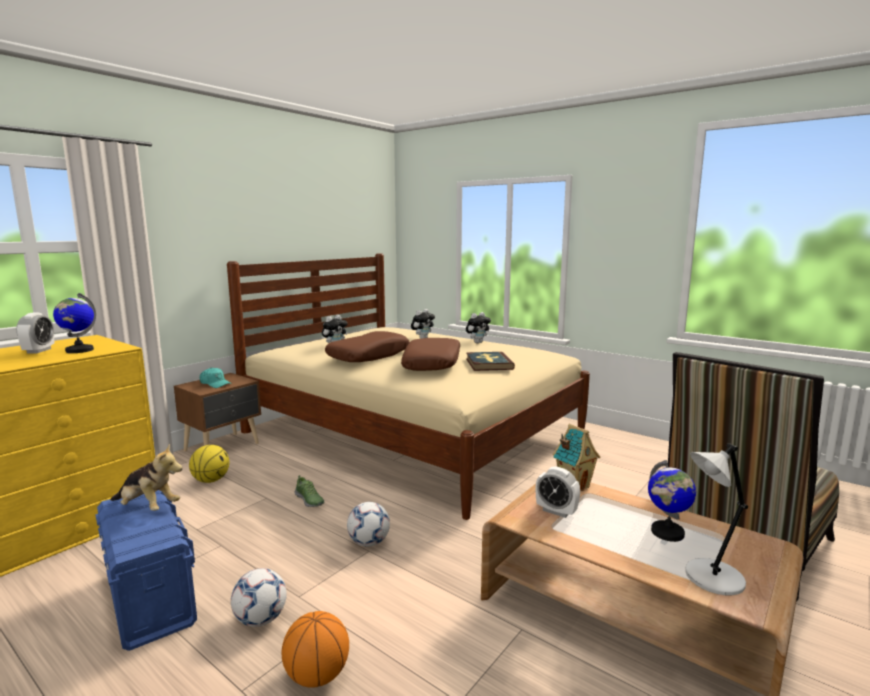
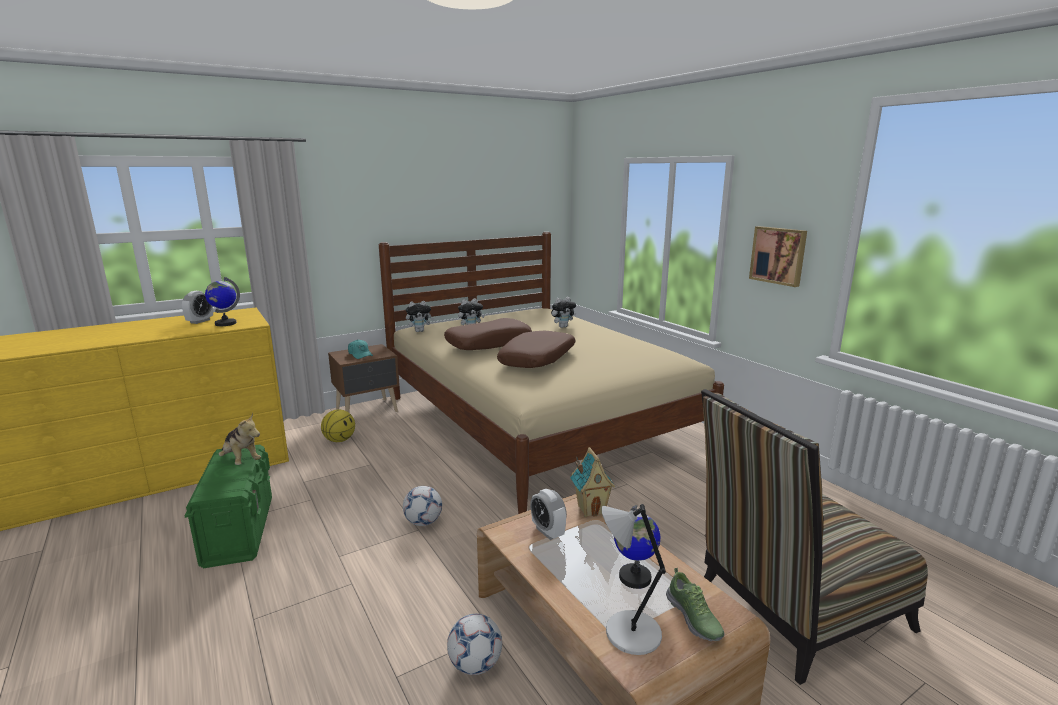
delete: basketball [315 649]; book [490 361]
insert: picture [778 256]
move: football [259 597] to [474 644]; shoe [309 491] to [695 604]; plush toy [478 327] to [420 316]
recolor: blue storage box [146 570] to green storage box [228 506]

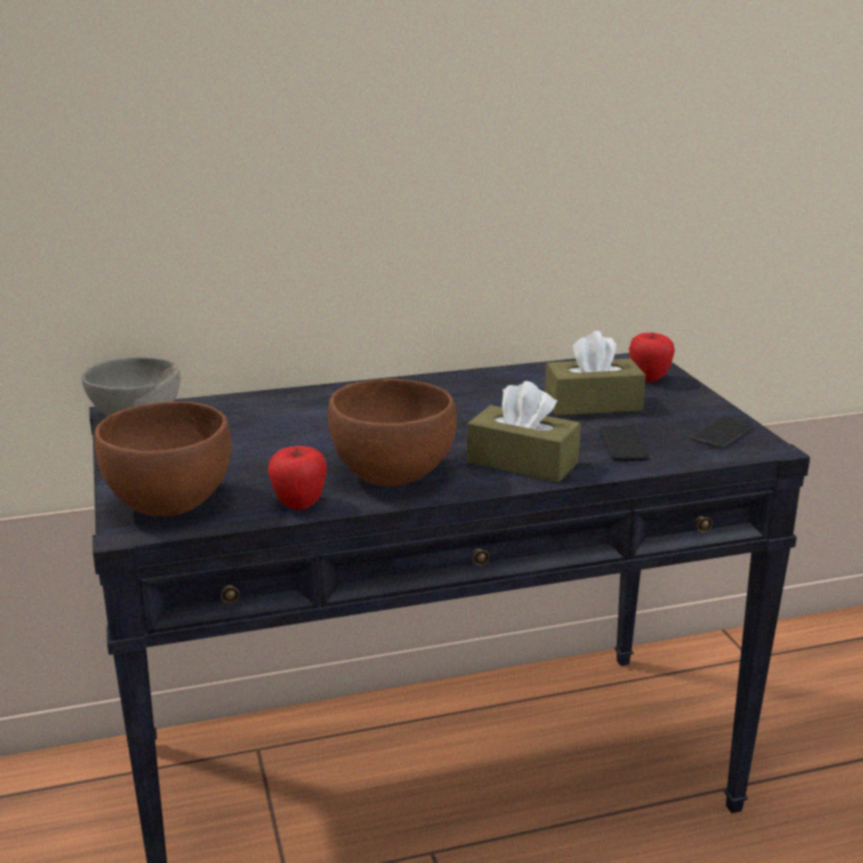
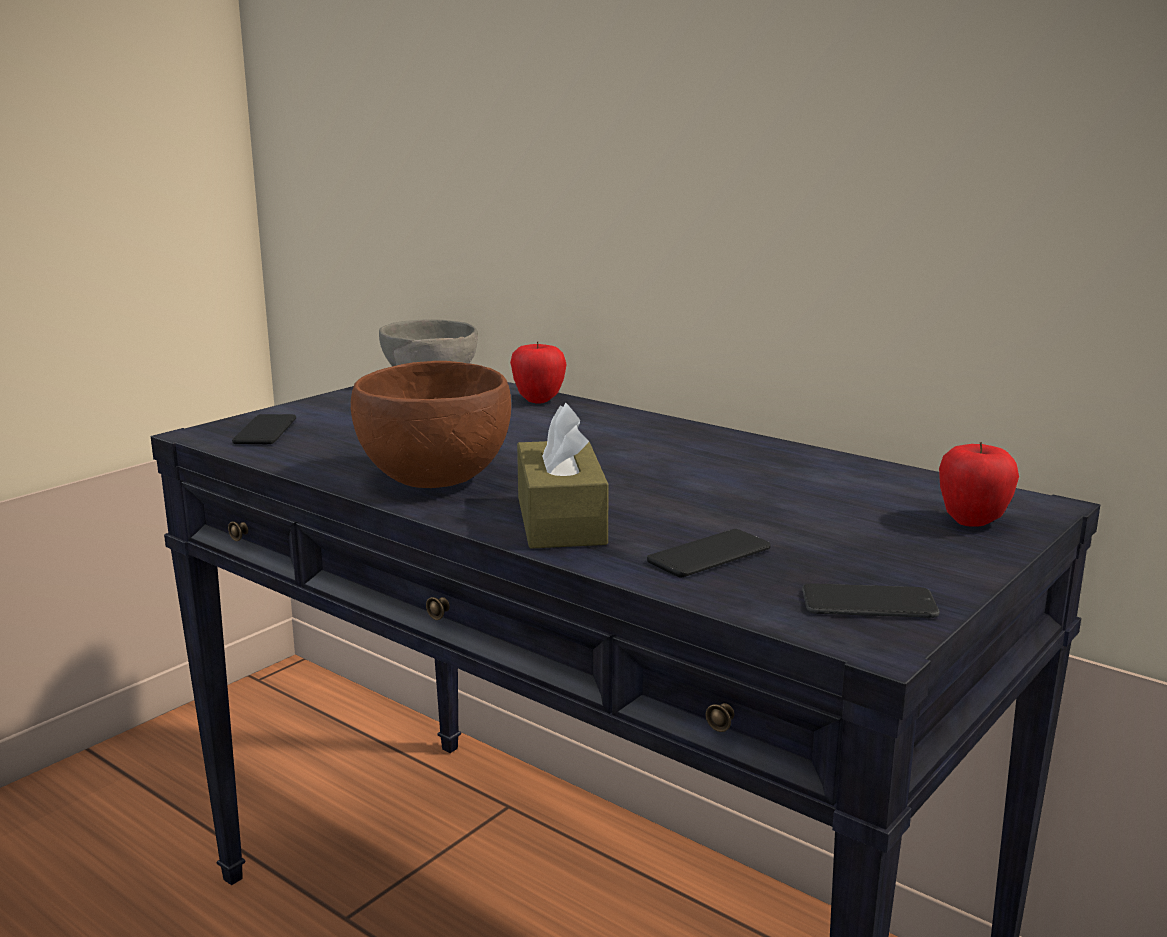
delete: brown tissue box [595 373]
move: apple [297 478] to [538 372]
replace: brown bowl [162 459] to phone [264 429]

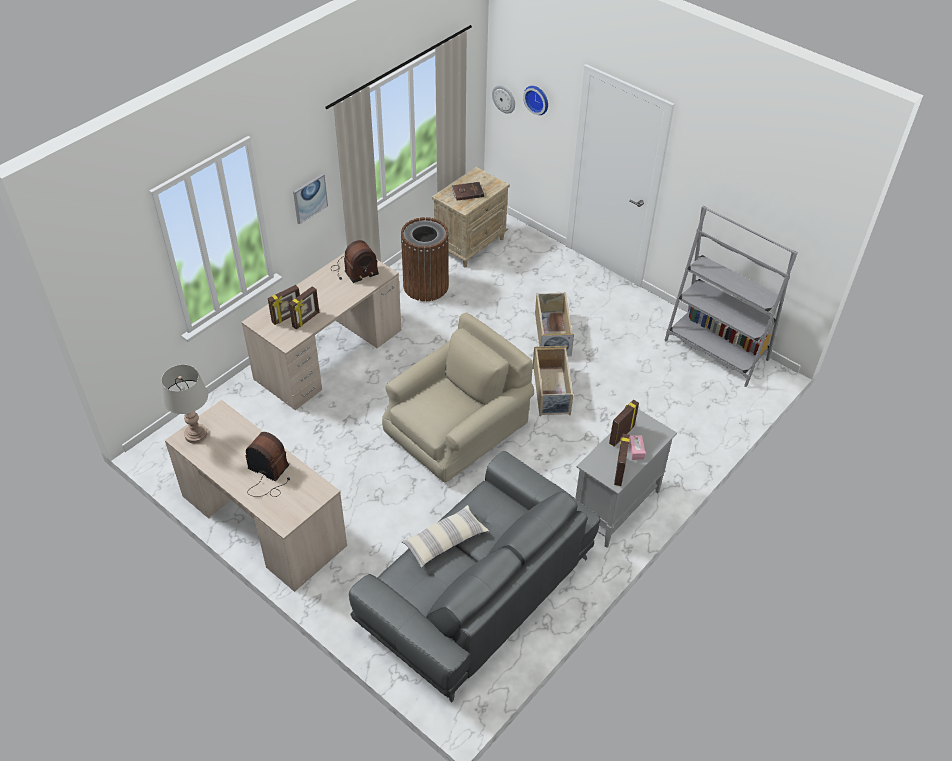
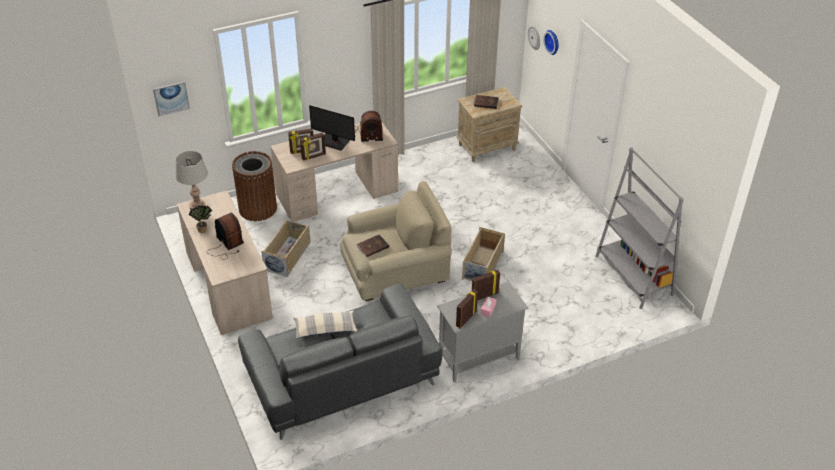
insert: potted plant [200 219]; monitor [332 128]; brown book [372 246]
move: picture [310 199] to [171 98]; brown trash can [425 259] to [254 186]; beige storage box [554 324] to [286 248]

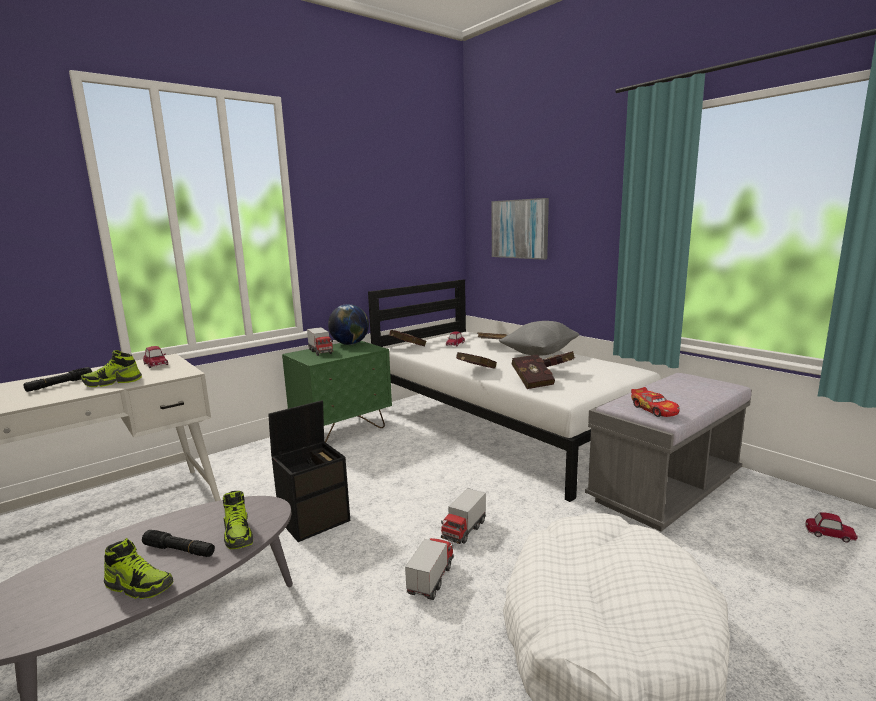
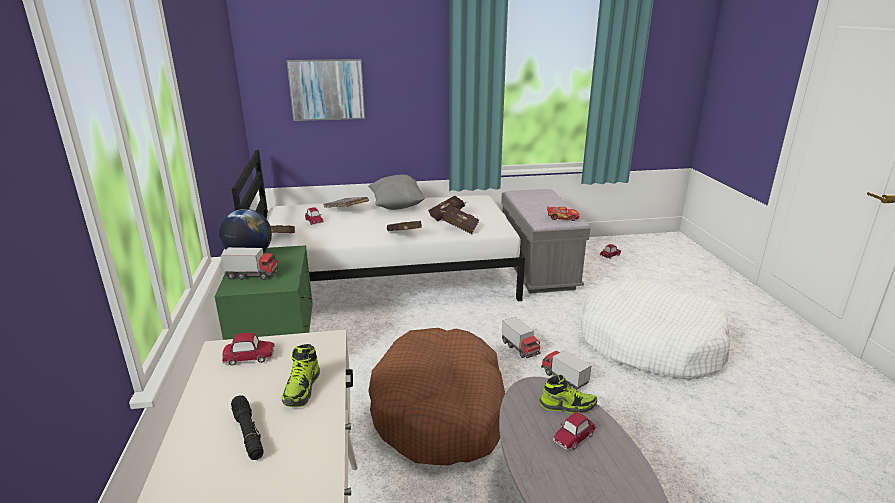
delete: shoe [138 568]
replace: black flashlight [178 543] to toy car [574 431]; black storage box [309 471] to brown dog bed [436 397]

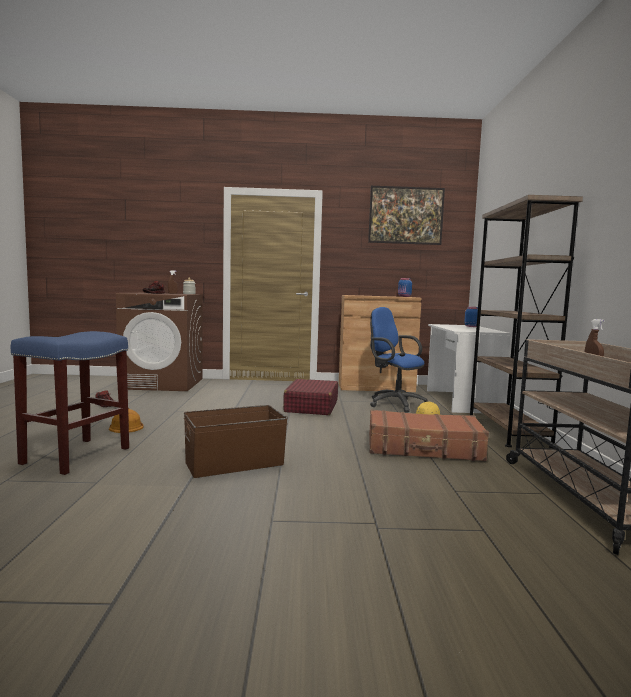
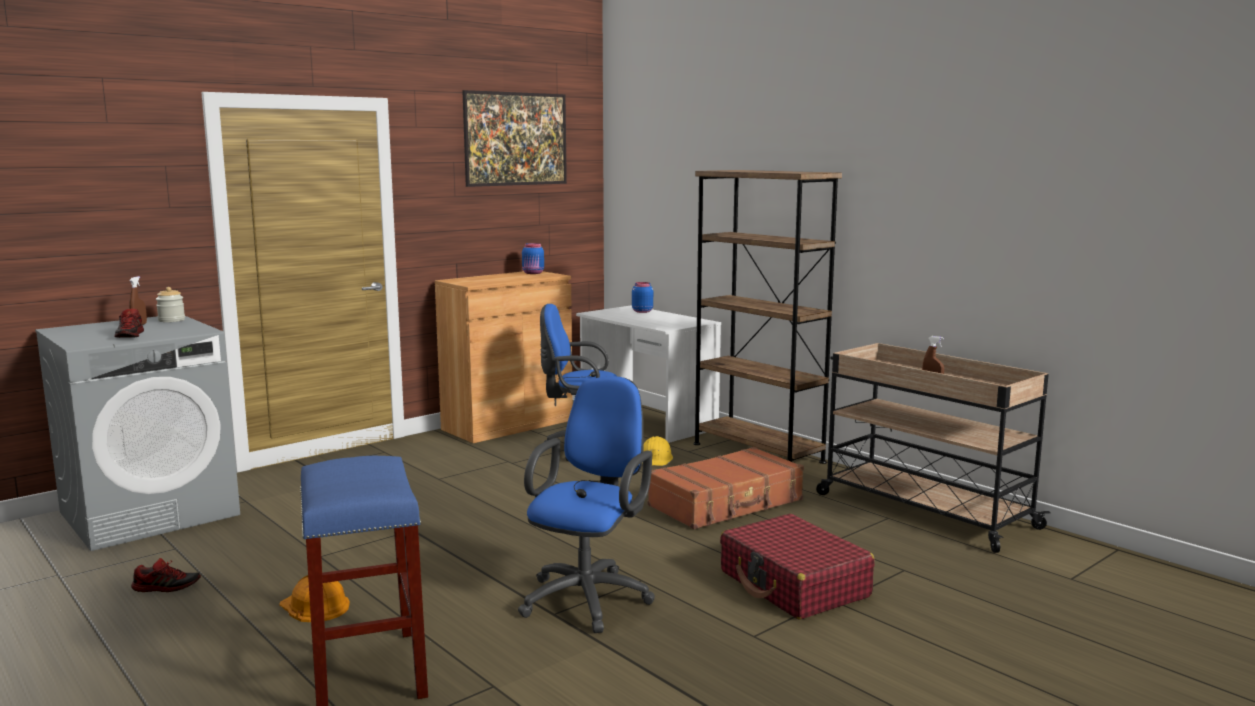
move: red suitcase [310 397] to [797 567]
replace: brown storage box [236 441] to blue office chair [586 504]
recolor: brown washing machine [159 342] to grey washing machine [137 433]

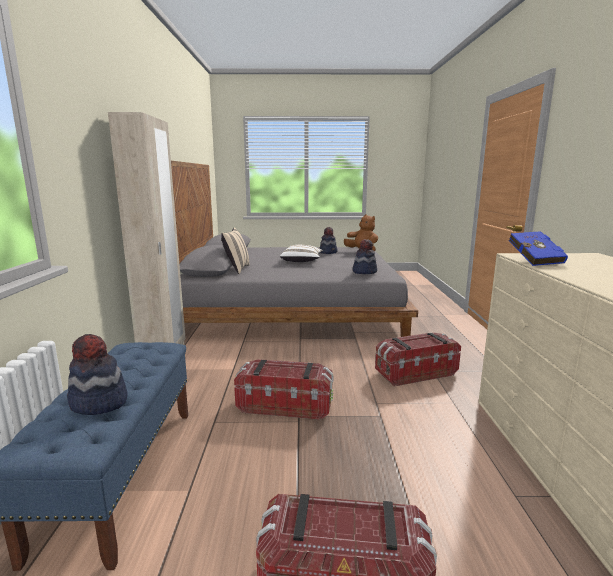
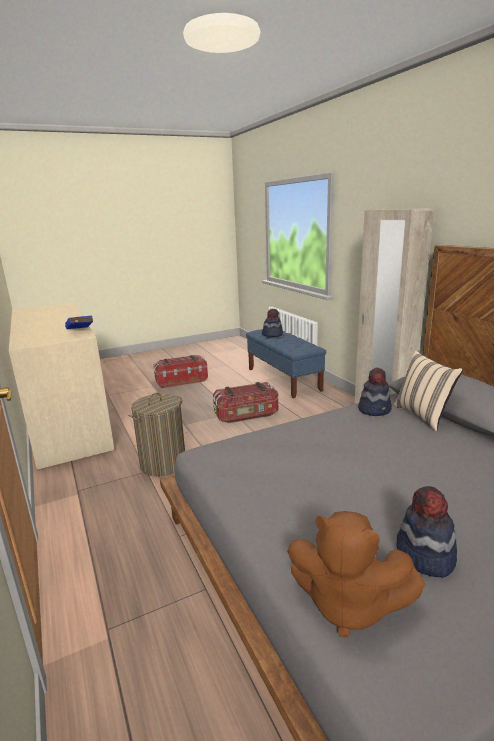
delete: white pillow [301 253]
move: hat [365 256] to [375 391]
replace: storage box [418 360] to laundry basket [157 435]

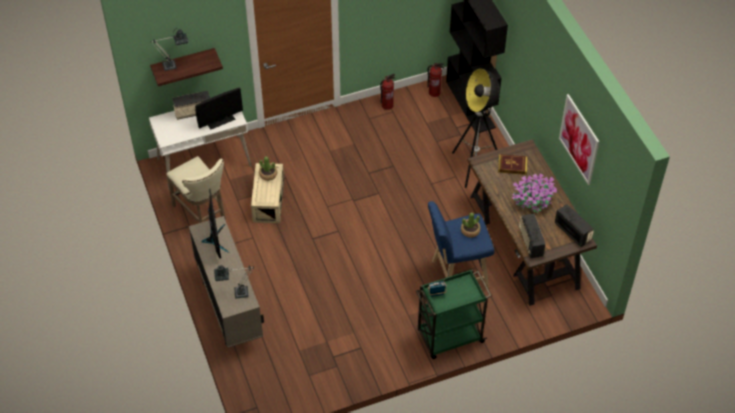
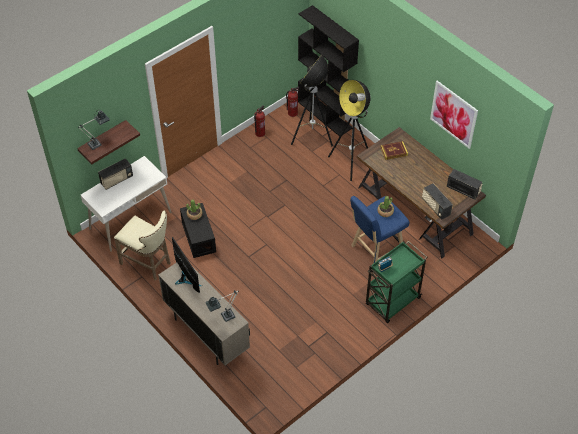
delete: monitor [219 108]; potted plant [534 193]
insert: floor lamp [312 100]
recolor: beige storage box [267 193] to black storage box [198 230]

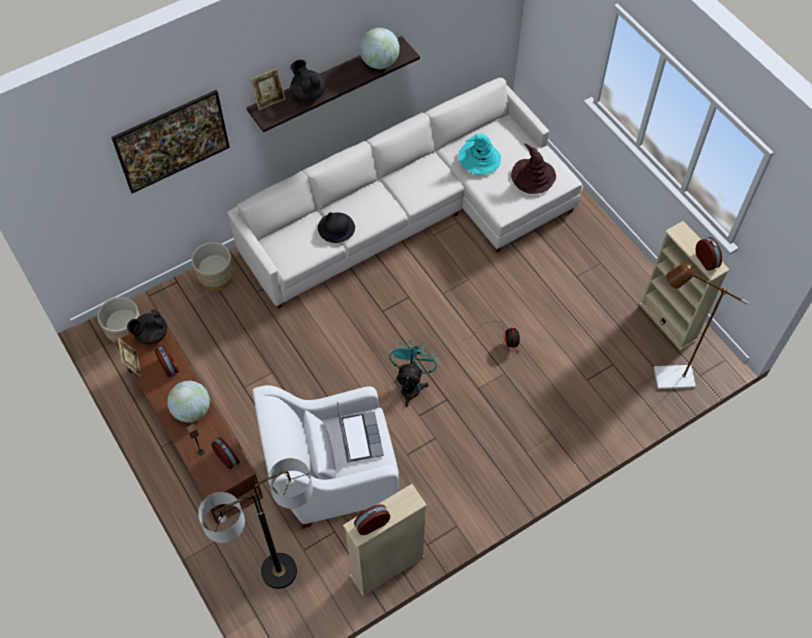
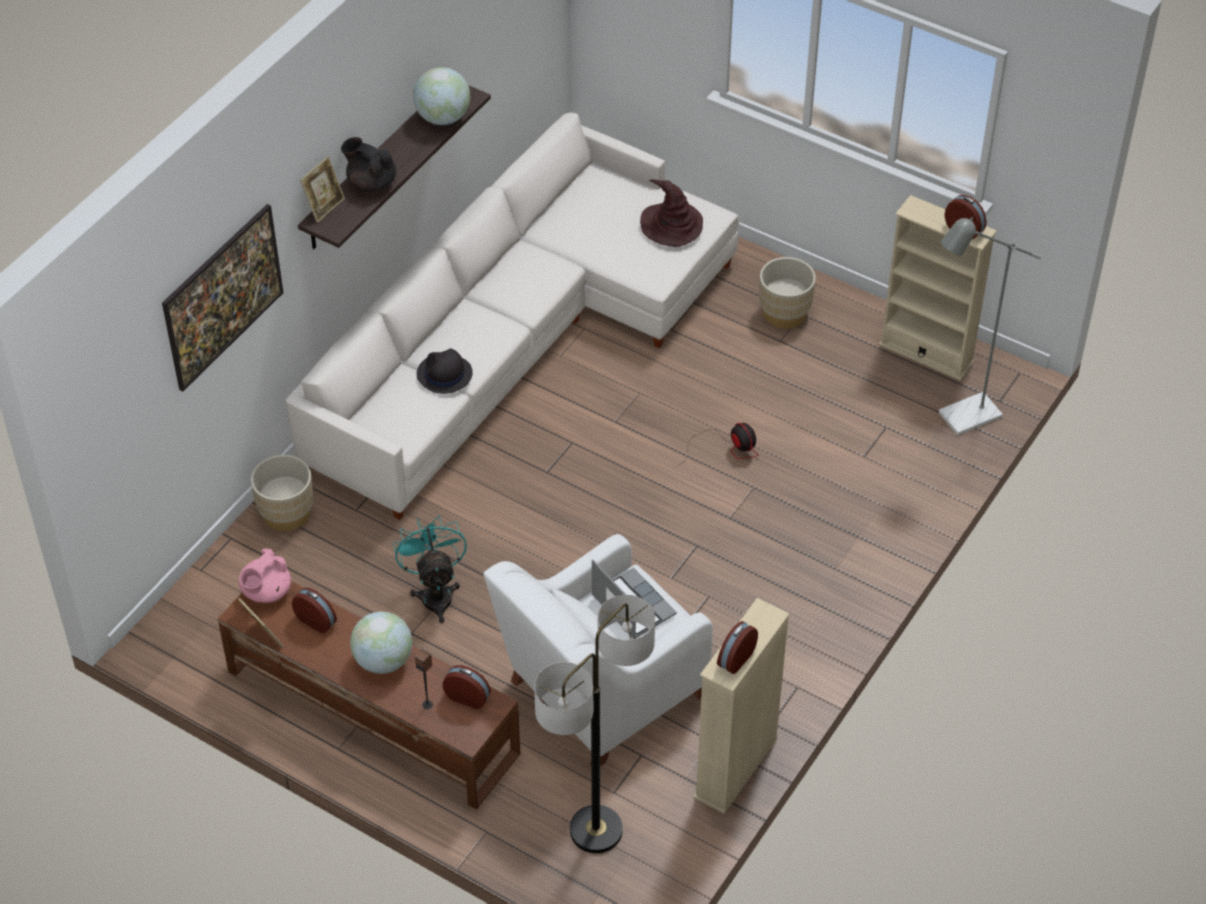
delete: turquoise hat [480 154]
move: beige planter [119 320] to [787 293]; turquoise fan [413 373] to [430 569]
recolor: black teapot [147 327] to pink teapot [265 575]; brown floor lamp [701 326] to grey floor lamp [990 326]

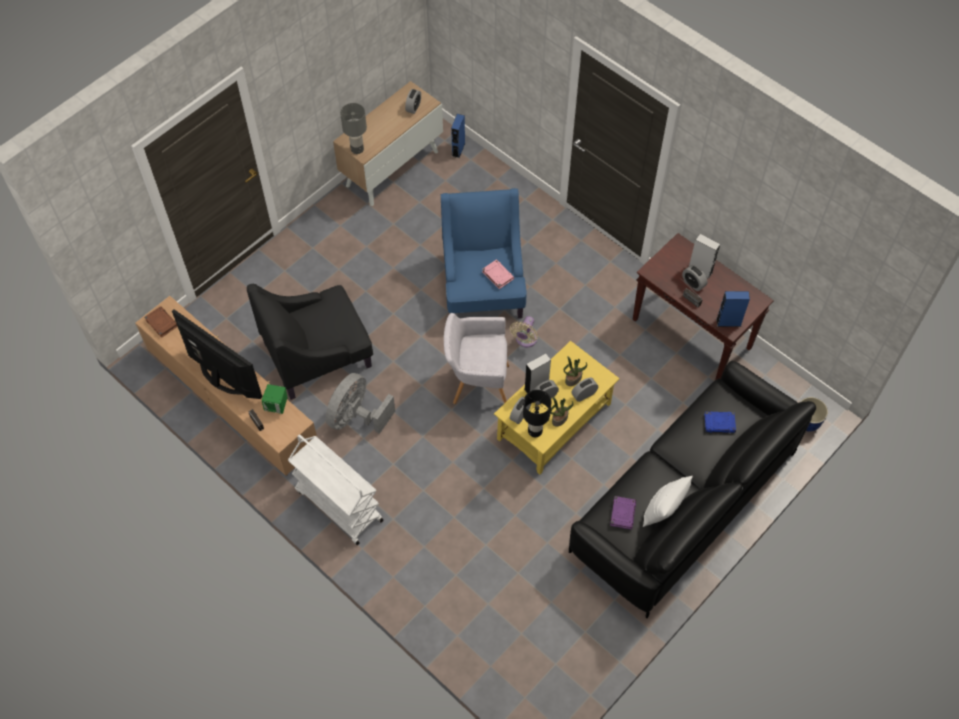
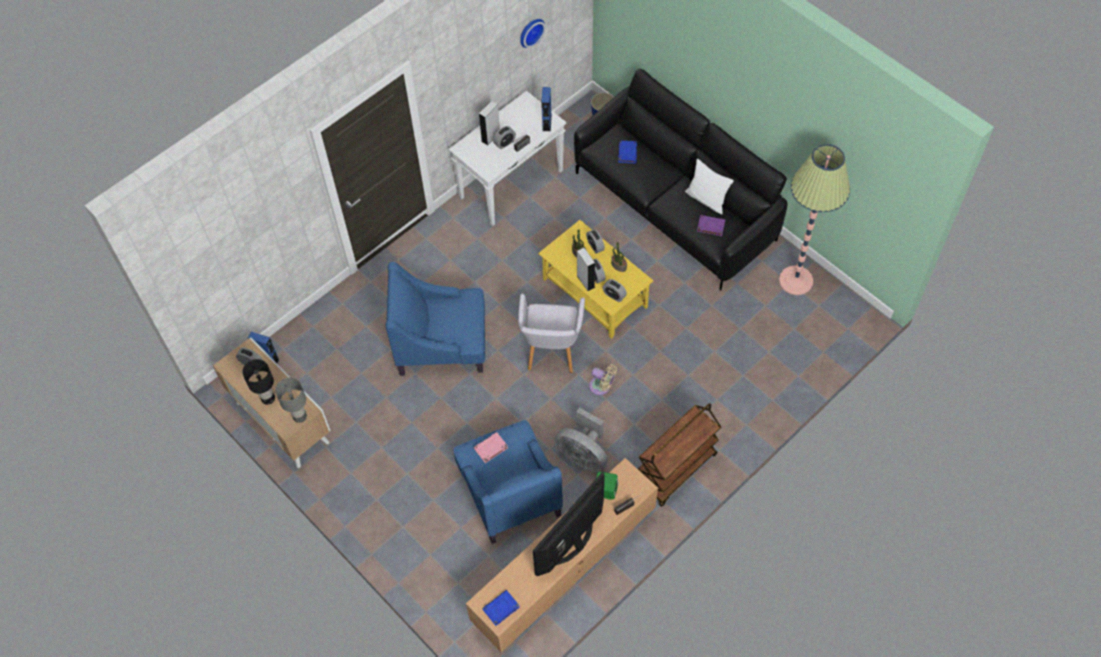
insert: wall clock [533 33]; floor lamp [814 219]
move: pink book [498 274] to [491 447]; beige fan [524 332] to [603 379]; black table lamp [537 413] to [258 382]
recolor: brown book [161 322] to blue book [501 608]; black armchair [310 342] to blue armchair [508 482]; white cart [335 489] to brown cart [679 455]; brown console table [703 306] to white console table [507 158]

